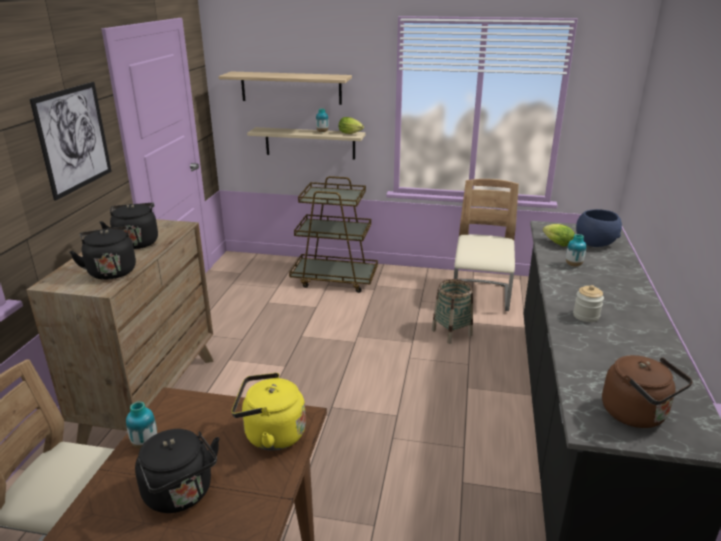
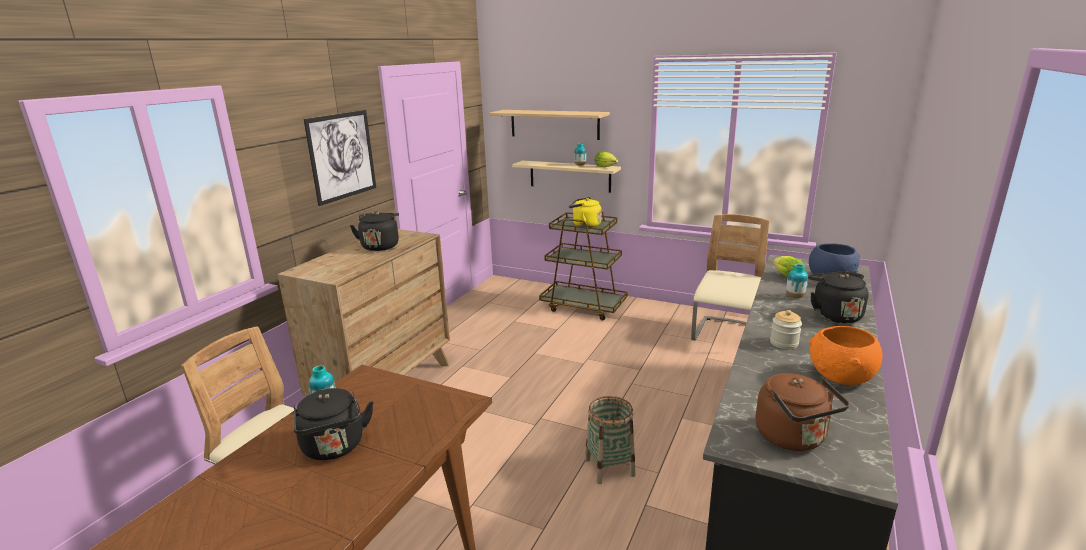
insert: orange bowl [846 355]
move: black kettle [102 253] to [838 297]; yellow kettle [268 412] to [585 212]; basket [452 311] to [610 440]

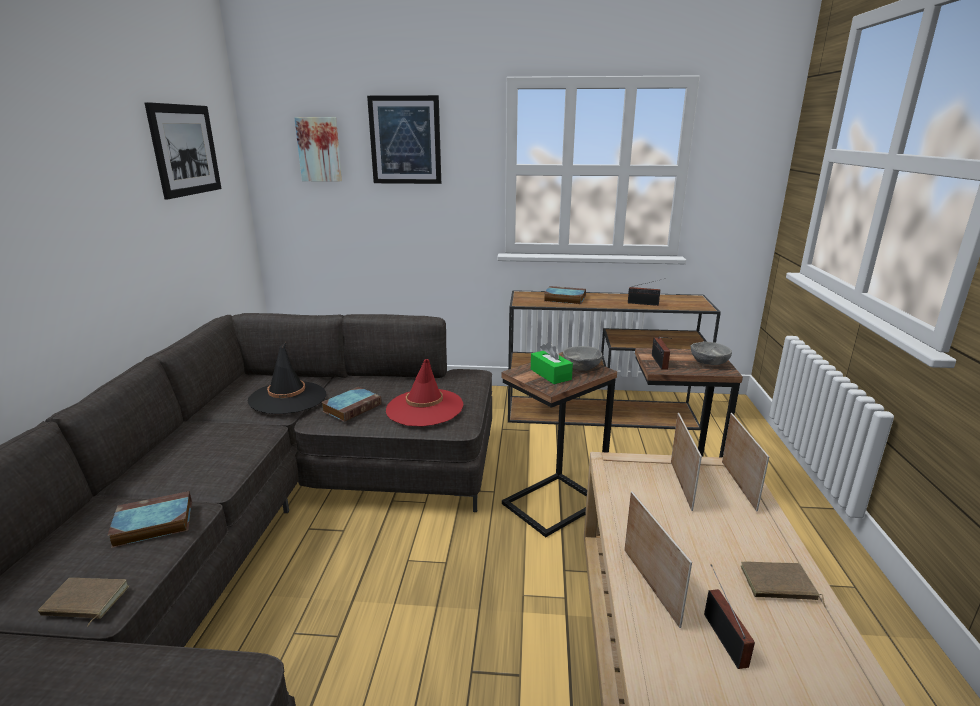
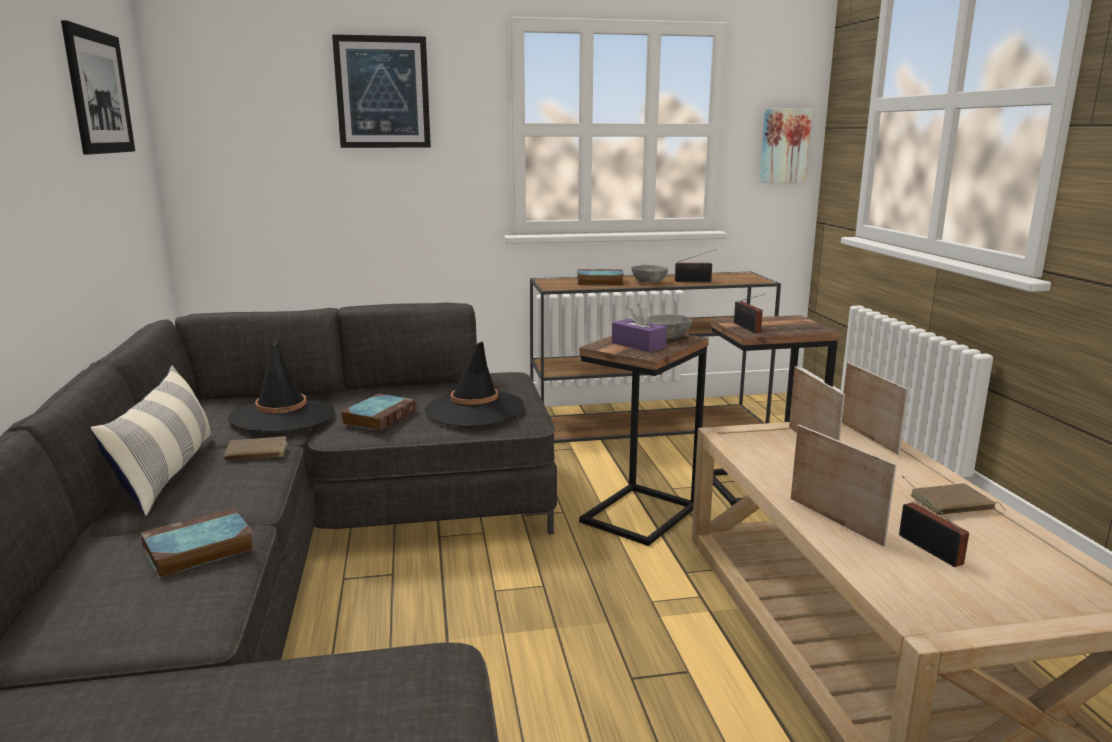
insert: pillow [151 440]
move: brown book [83 602] to [256 448]; picture [318 149] to [785 145]; grey bowl [711 353] to [649 274]
recolor: red hat [425 393] to black hat [474 384]; green tissue box [552 362] to purple tissue box [639 328]

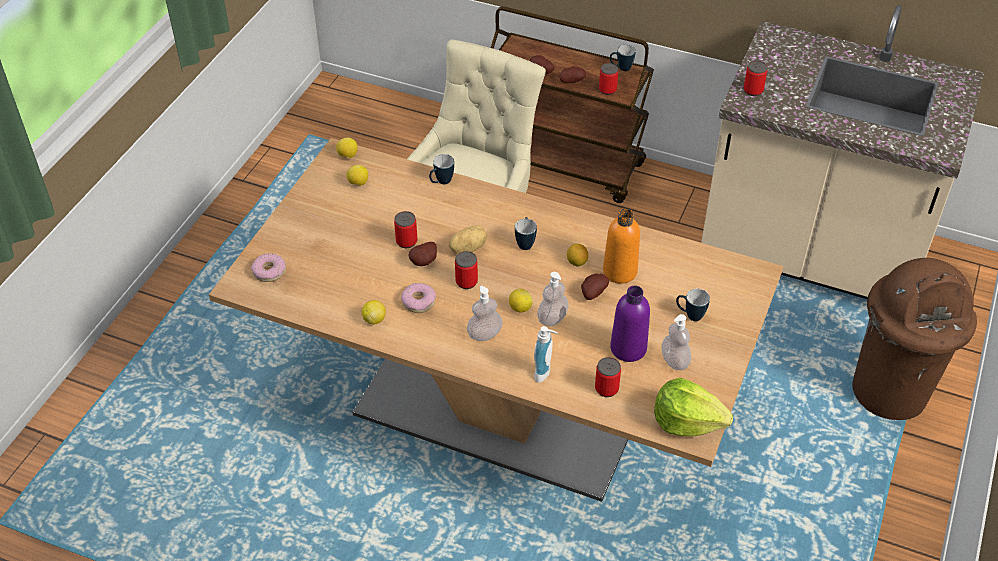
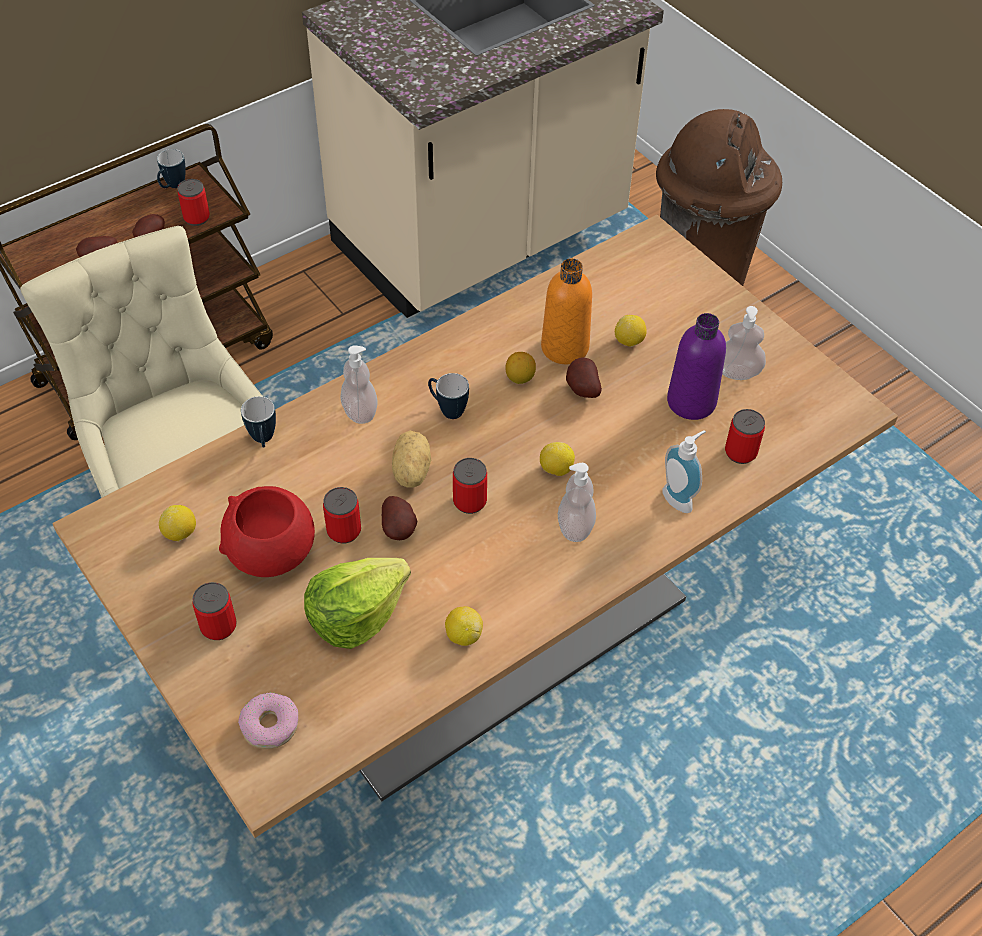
delete: donut [418 298]; mug [693 305]
insert: red bowl [267 531]
move: lemon [347 148] to [631 331]; soap dispenser [553 299] to [359 384]; lettuce [693 407] to [357 603]; can [756 78] to [214 611]

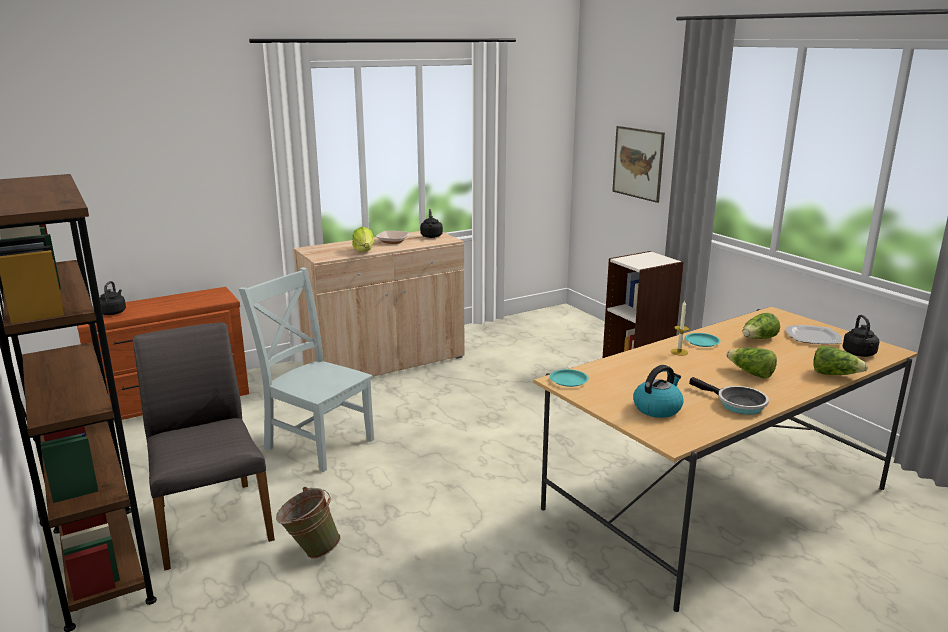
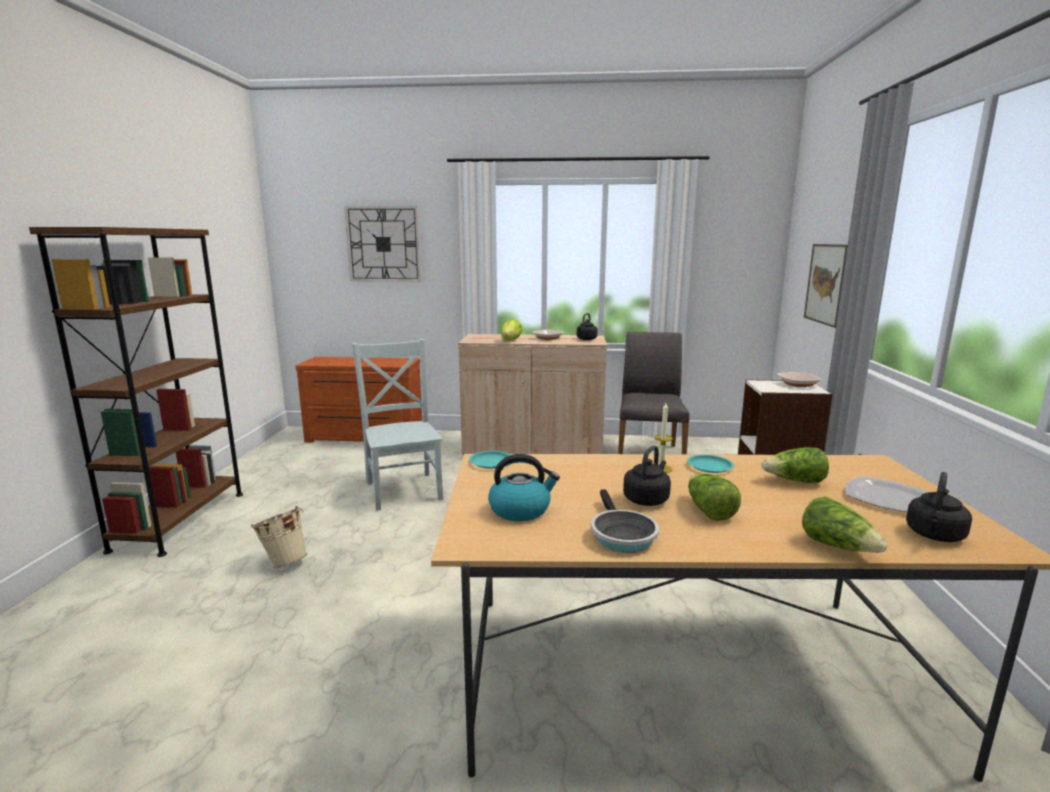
insert: wall clock [382 244]; bowl [799 379]
move: black kettle [113 298] to [647 475]; grey chair [204 446] to [654 393]
recolor: green bucket [308 523] to beige bucket [279 537]

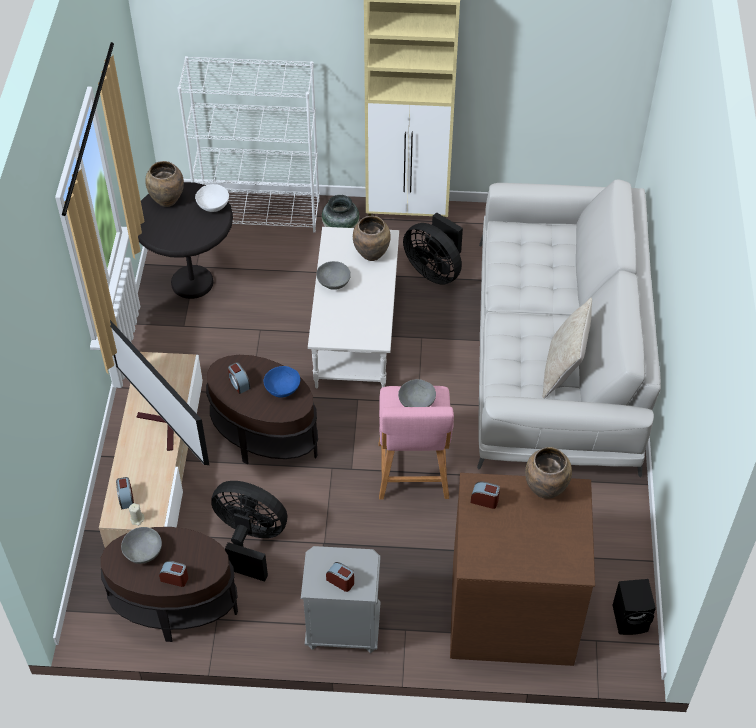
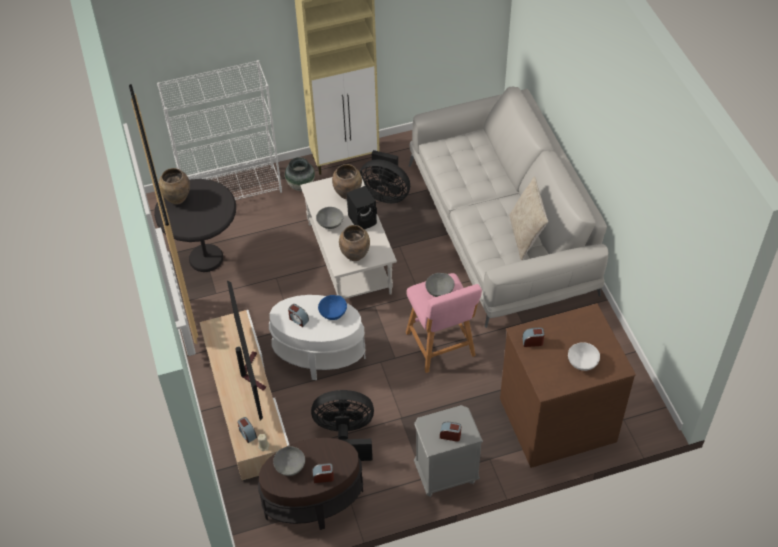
move: white bowl [212 198] to [584 356]; brown vase [548 473] to [354 243]; black speaker [634 607] to [362 207]
recolor: brown side table [262 409] to white side table [317 337]
rotate: television [159 392] = [246 351] 135 degrees counterclockwise

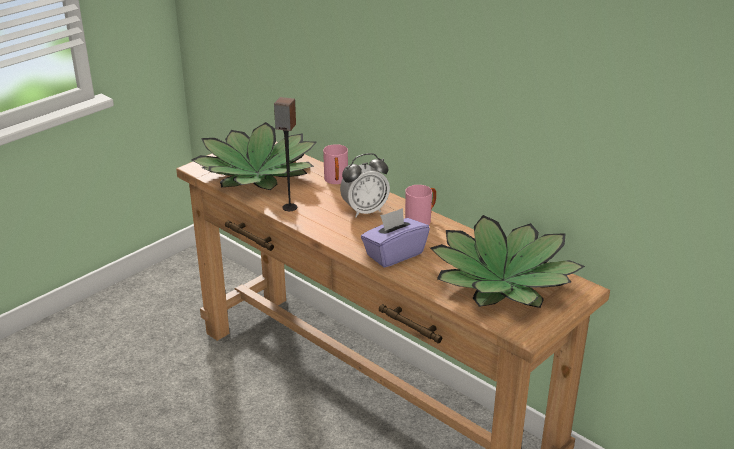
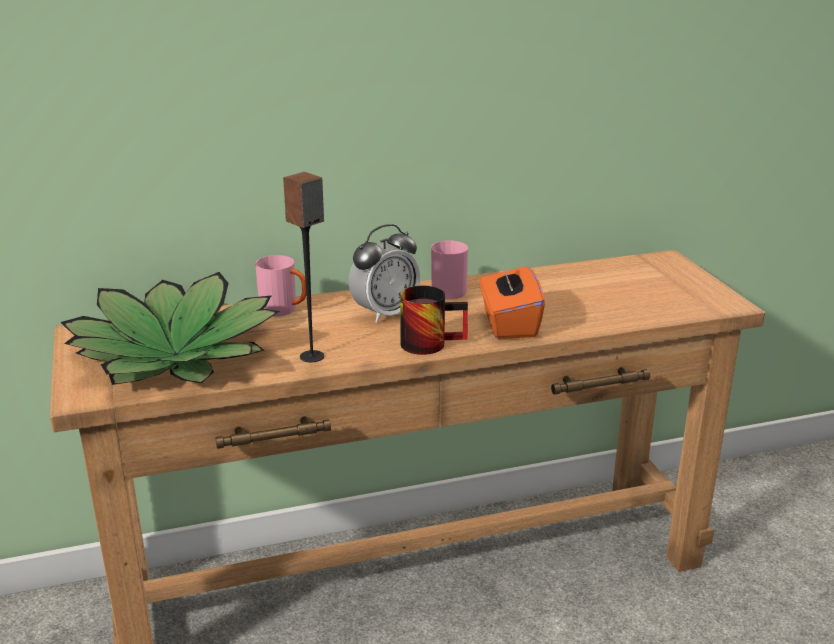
delete: potted plant [507 261]
insert: mug [434 320]
recolor: purple tissue box [395 238] to orange tissue box [512 298]
rotate: alarm clock [365 185] = [384 273] 45 degrees clockwise

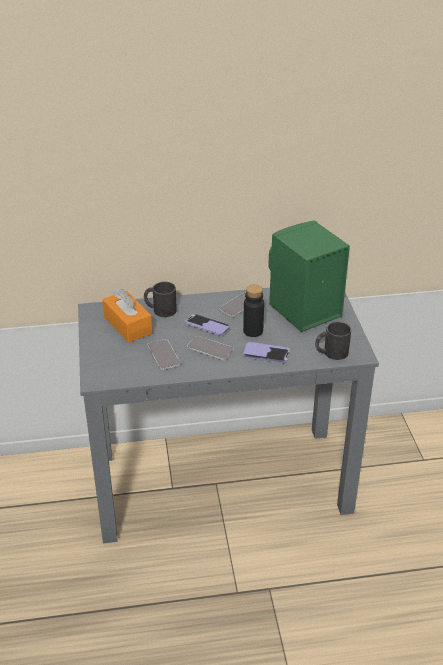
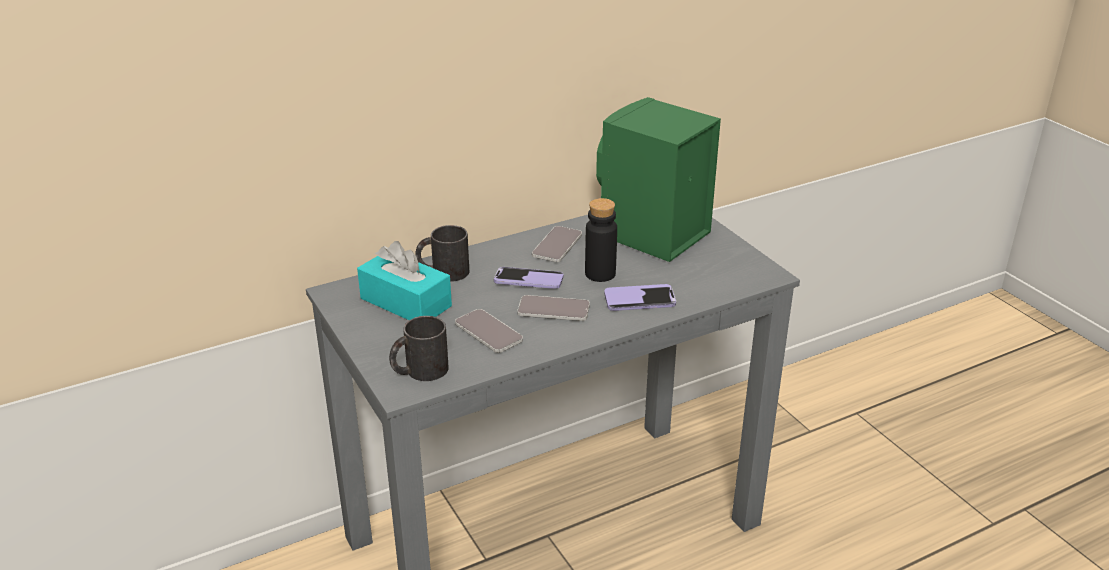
move: black mug [333 341] to [419 348]
recolor: orange tissue box [127 316] to turquoise tissue box [404 280]

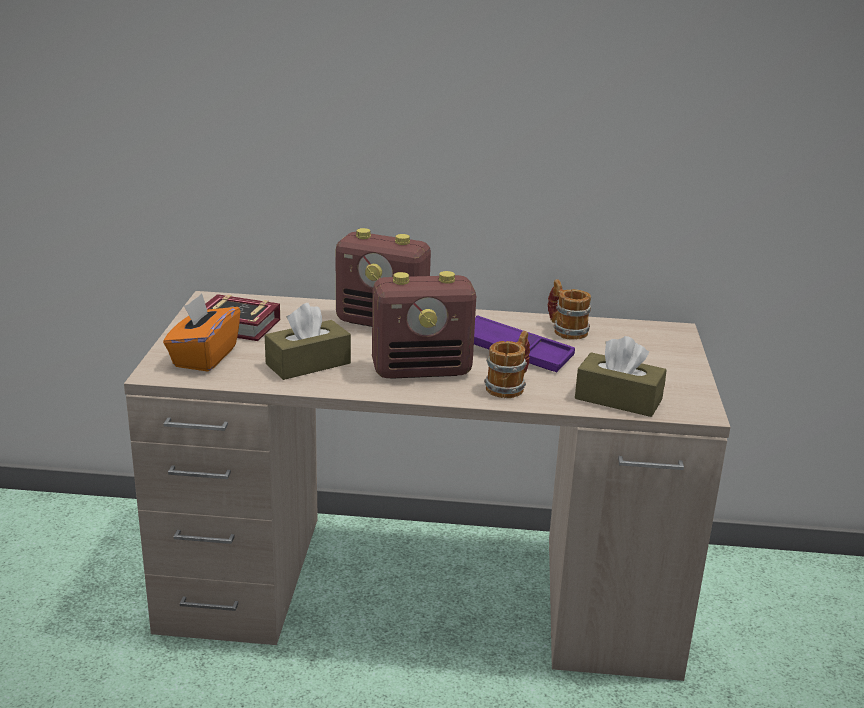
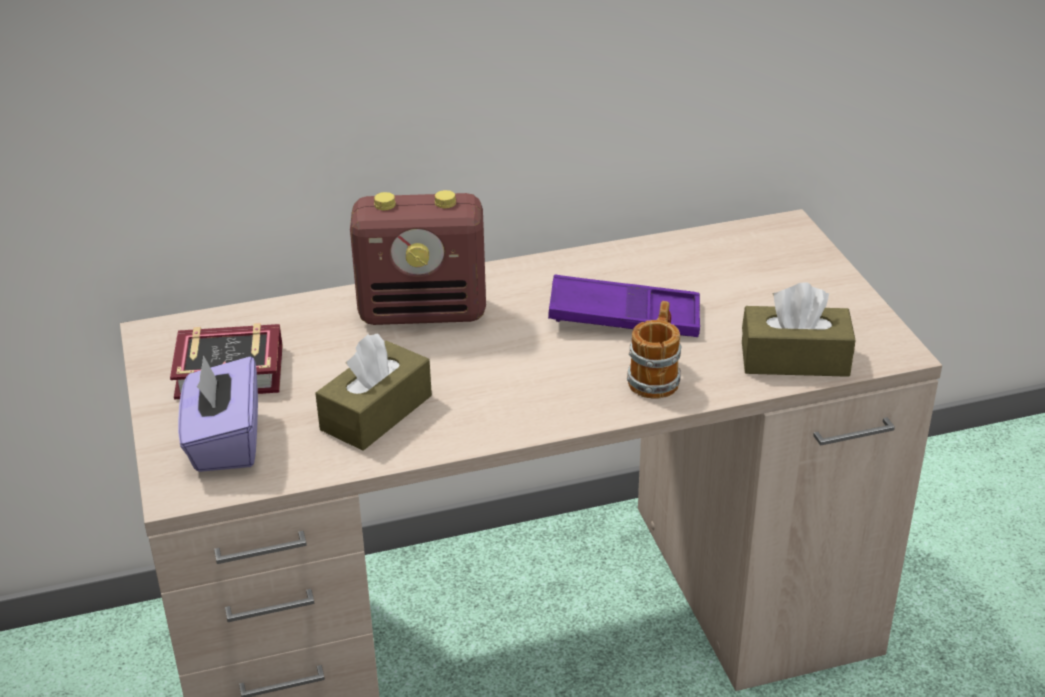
delete: radio [424 325]; mug [569 309]
recolor: orange tissue box [202 332] to purple tissue box [218 413]

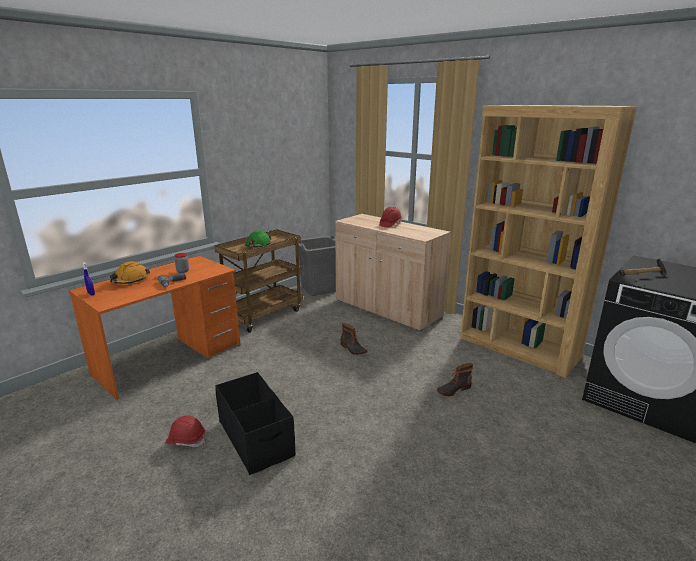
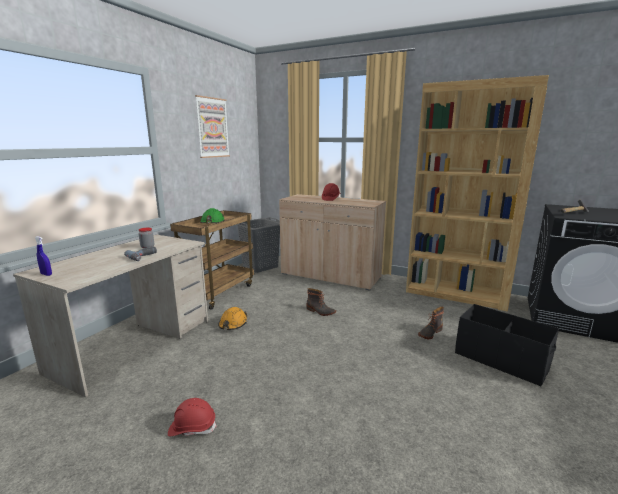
insert: picture [212 126]
move: orange hard hat [130 272] to [233 318]; black storage box [255 423] to [507 345]
recolor: orange desk [155 328] to beige desk [110 316]

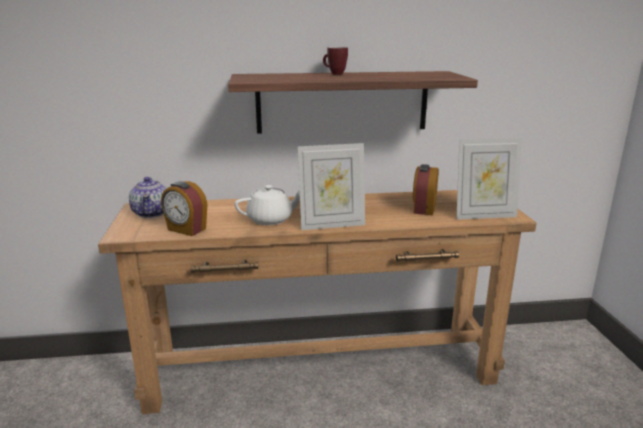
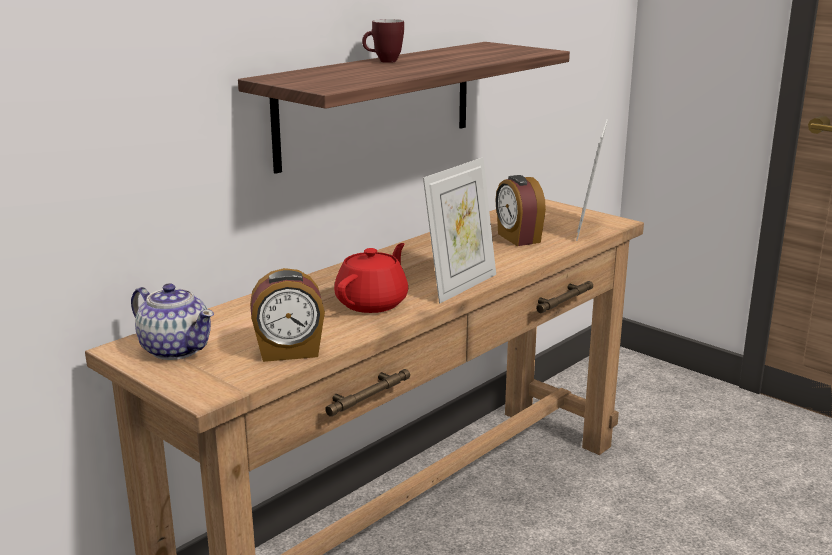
recolor: white teapot [267 205] to red teapot [371 278]
rotate: picture frame [489 179] = [592 180] 150 degrees clockwise

